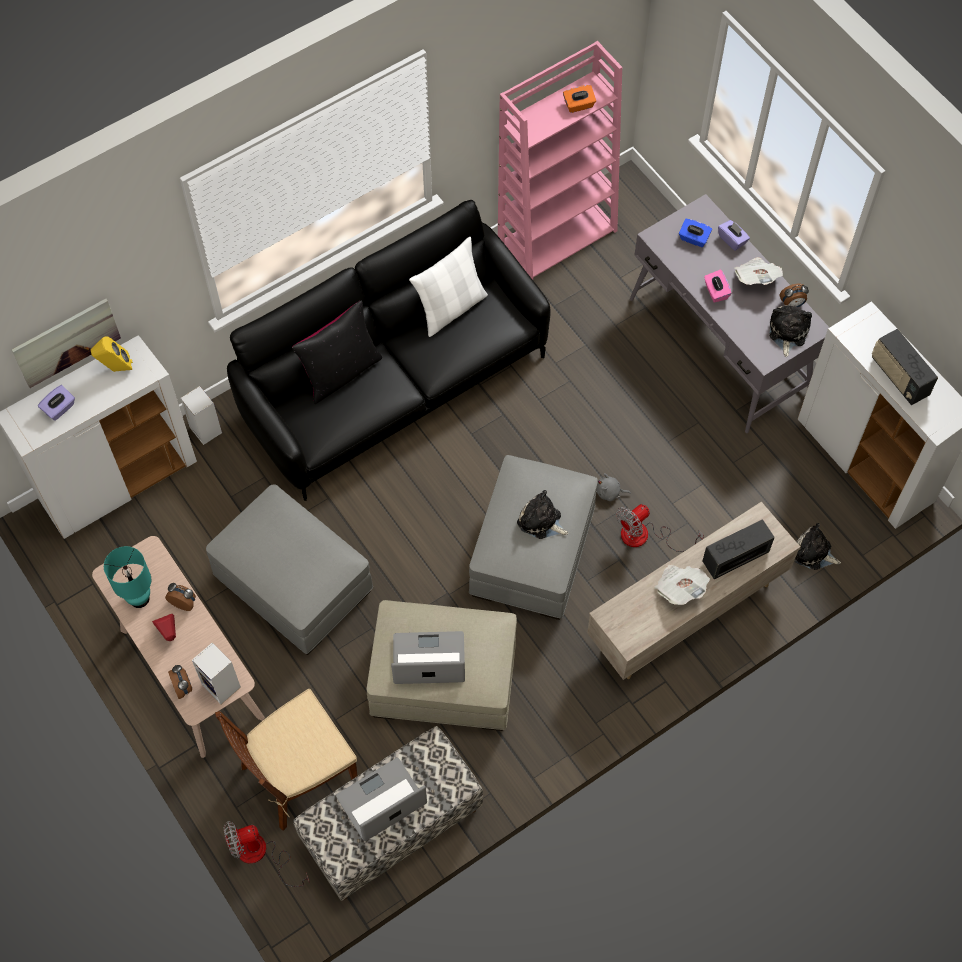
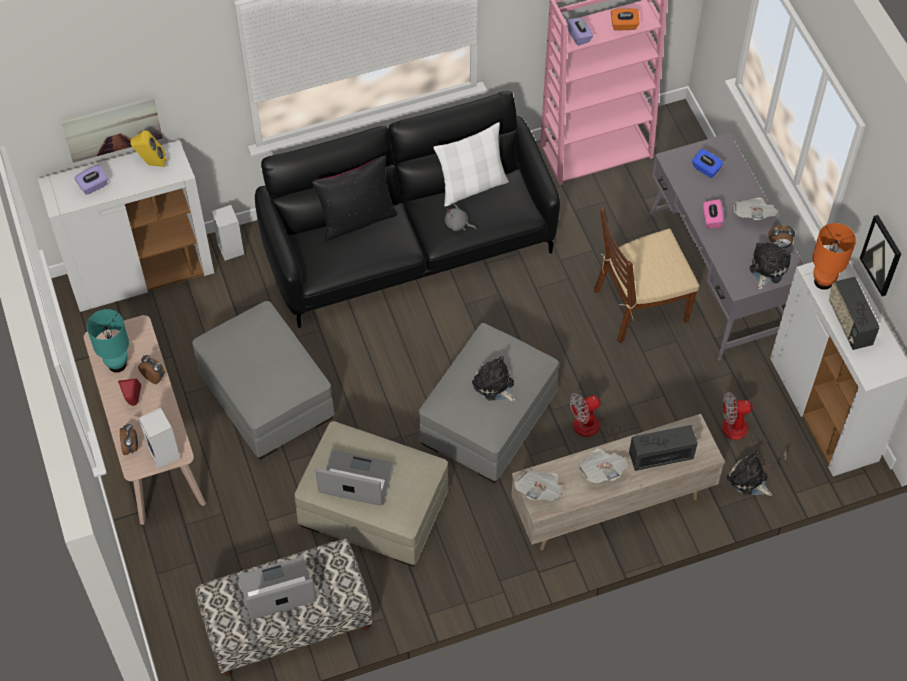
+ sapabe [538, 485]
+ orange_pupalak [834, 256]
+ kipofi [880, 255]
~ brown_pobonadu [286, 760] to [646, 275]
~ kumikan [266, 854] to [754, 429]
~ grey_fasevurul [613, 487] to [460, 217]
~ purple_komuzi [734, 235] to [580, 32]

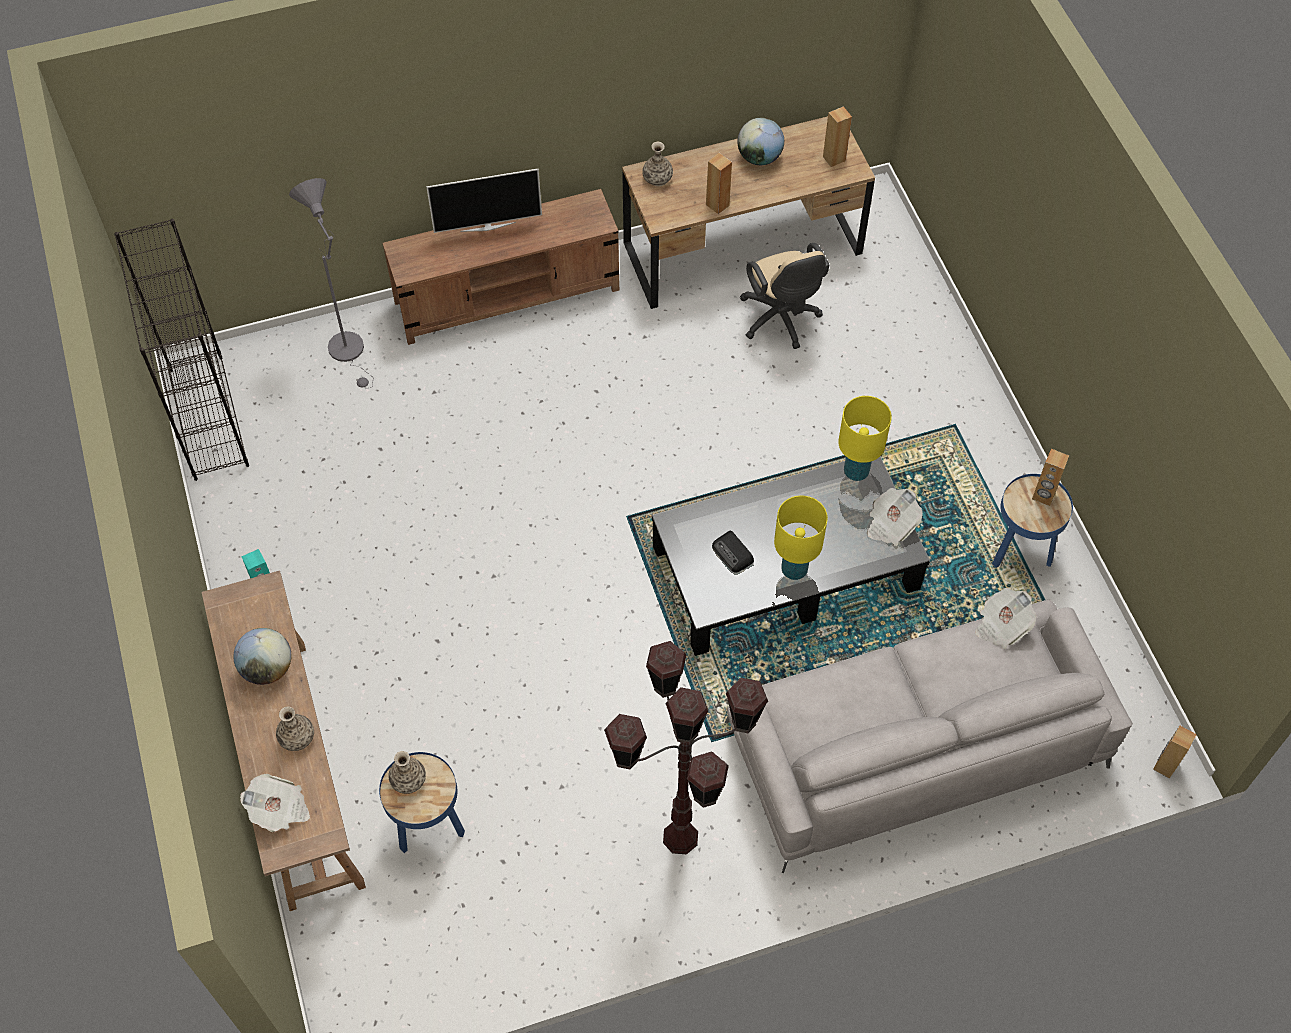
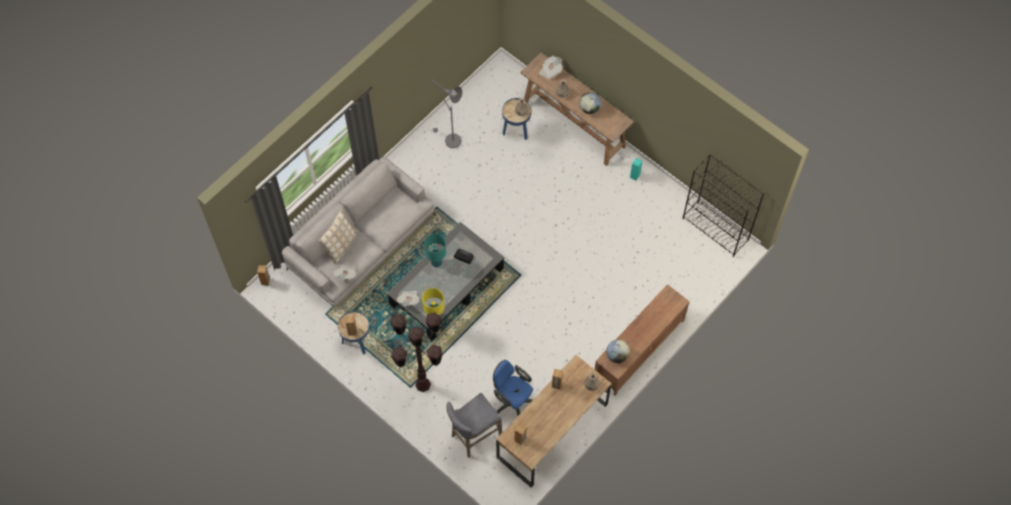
- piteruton [484, 201]
+ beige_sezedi [338, 237]
+ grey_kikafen [474, 425]
~ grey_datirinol [331, 283] to [446, 114]
~ brown_datirinol [686, 747] to [416, 352]
~ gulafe [761, 141] to [618, 351]
~ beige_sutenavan [784, 296] to blue_sutenavan [513, 387]
~ yellow_pupalak [801, 537] to turquoise_pupalak [435, 250]

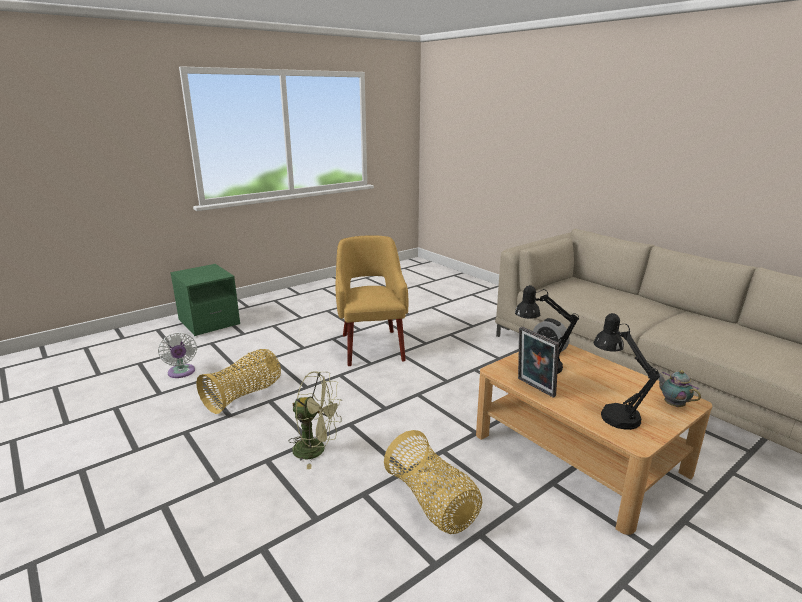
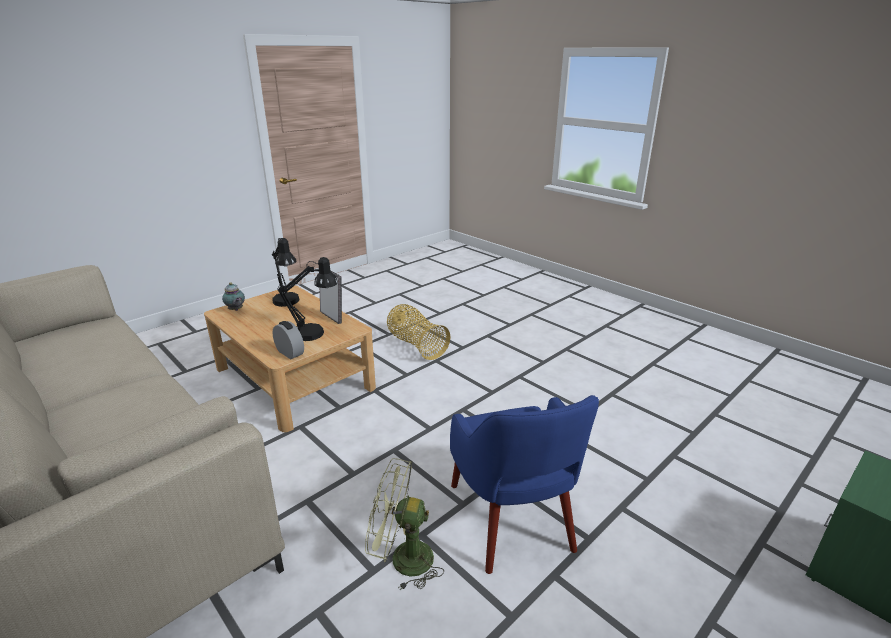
- white_kumikan [177, 355]
- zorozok [238, 381]
~ green_kumikan [315, 420] to [404, 524]
~ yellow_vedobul [372, 300] to blue_vedobul [524, 484]

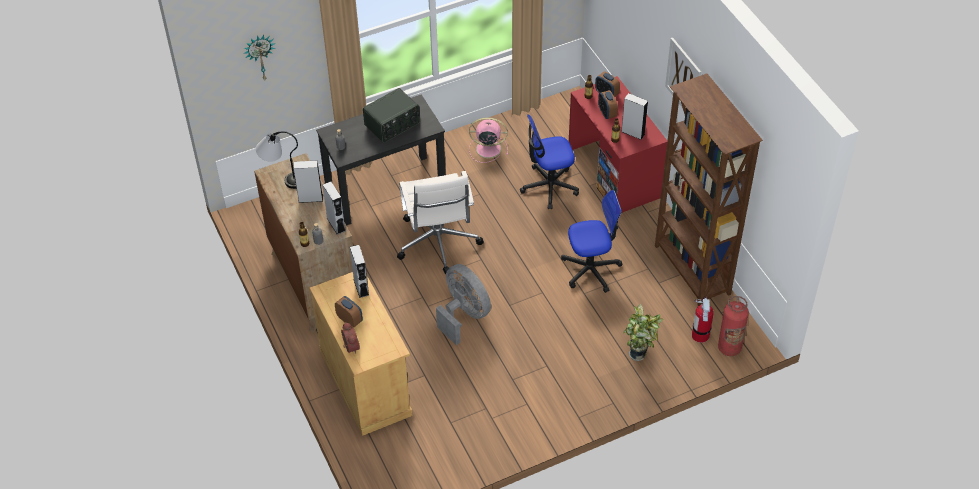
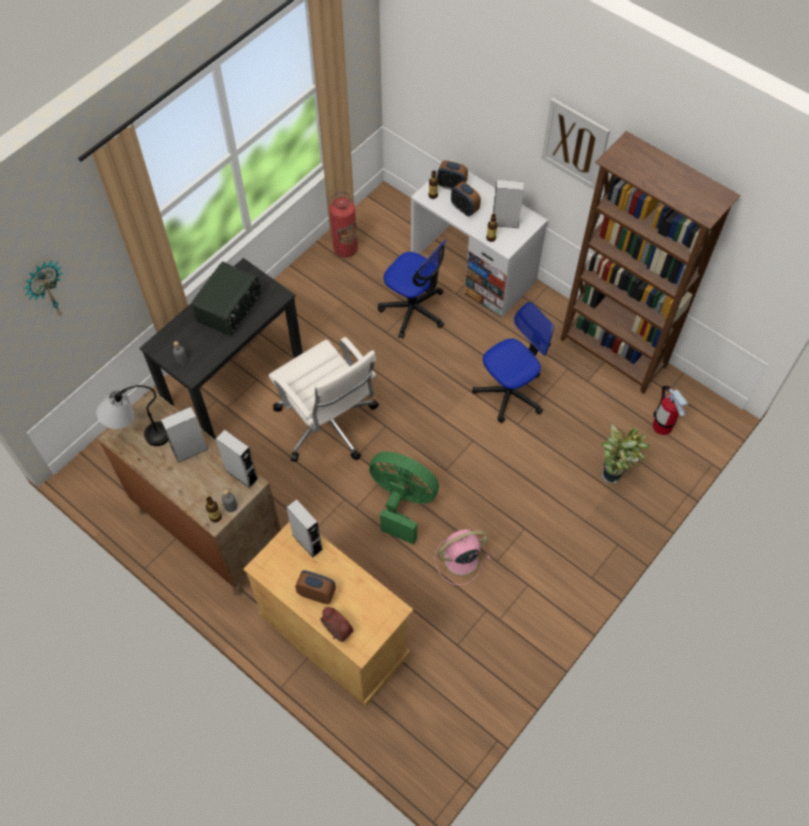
~ pink_kumikan [488, 140] to [462, 557]
~ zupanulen [733, 326] to [343, 224]
~ grey_kumikan [463, 304] to green_kumikan [404, 498]
~ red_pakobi [618, 144] to white_pakobi [479, 239]
~ sutenavan [549, 161] = [412, 289] 105 degrees counterclockwise

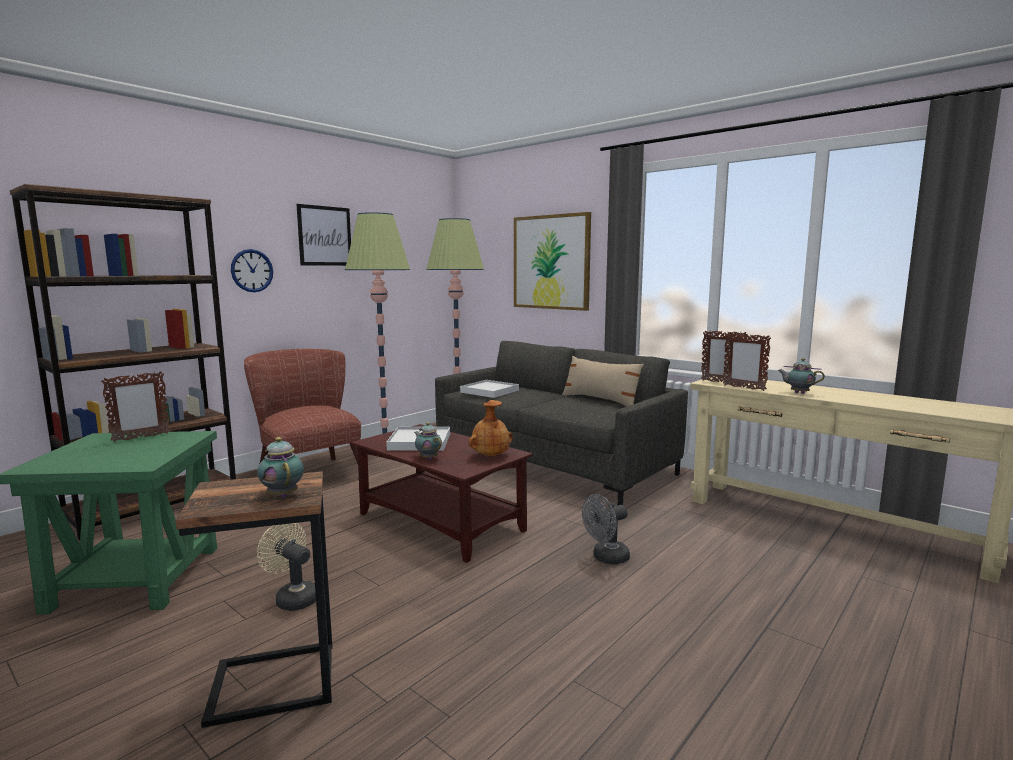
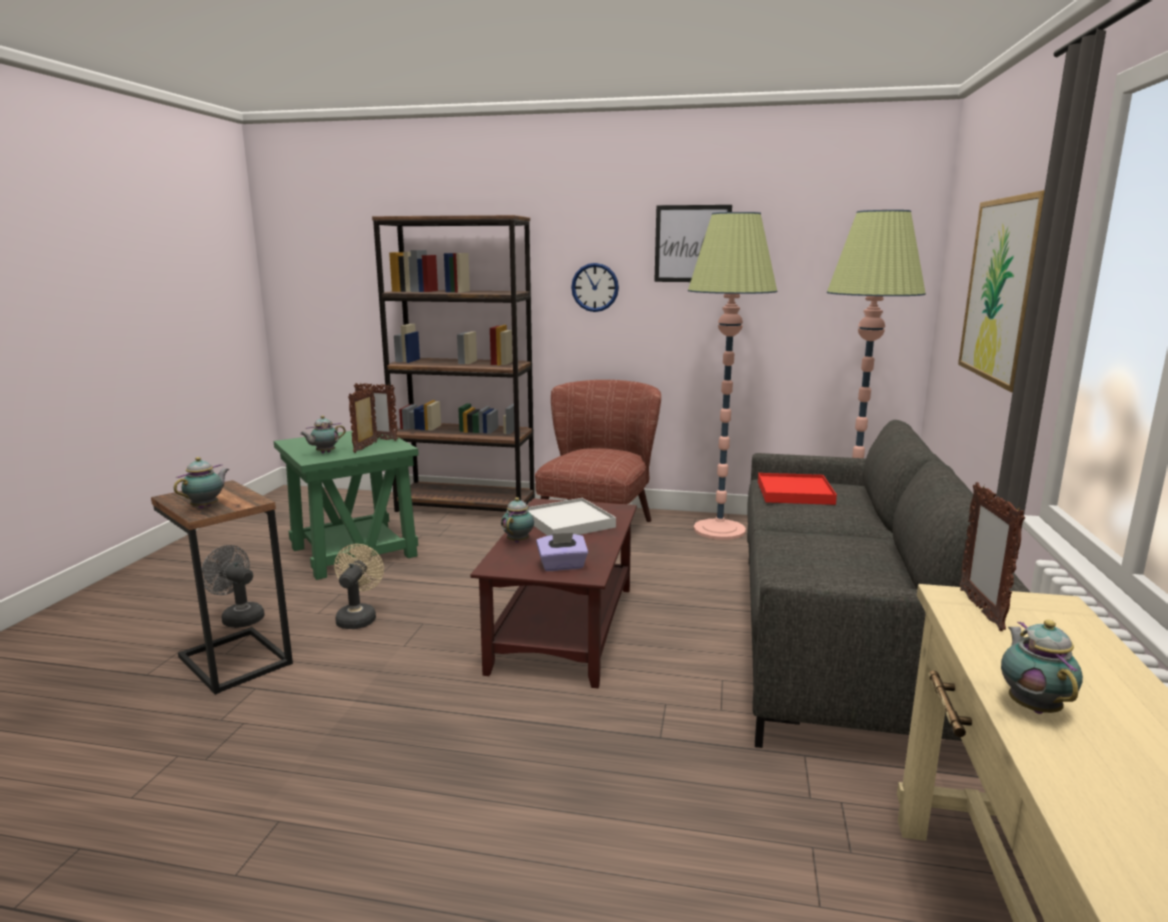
- beige_sezedi [603, 381]
+ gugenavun [323, 434]
~ grey_kumikan [606, 529] to [233, 586]
~ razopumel [747, 362] to [362, 420]
~ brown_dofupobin [491, 428] to purple_komuzi [562, 552]
~ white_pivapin [489, 389] to red_pivapin [797, 489]

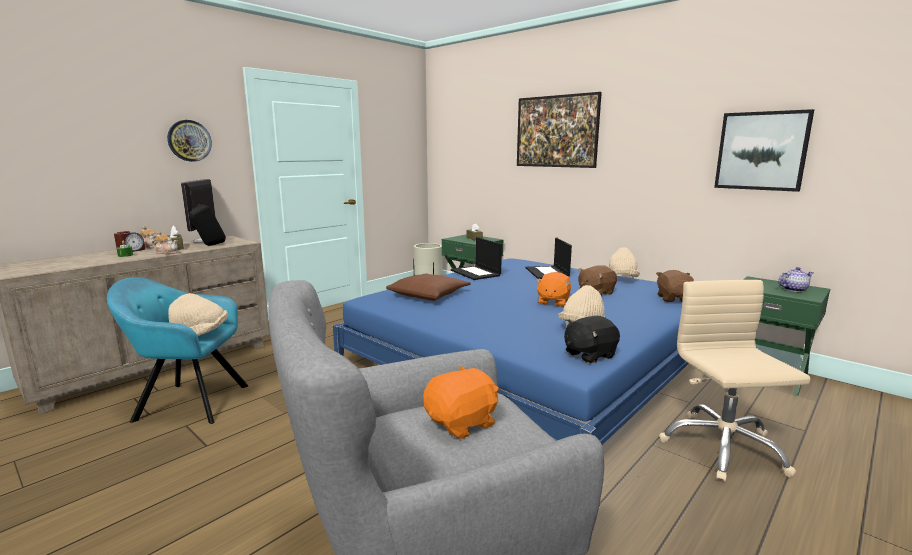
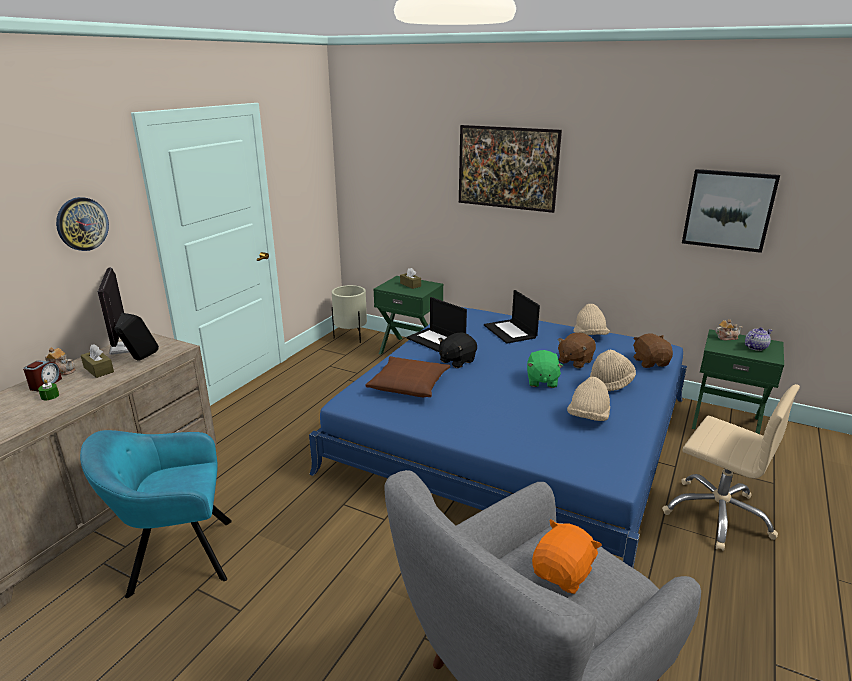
~ gugenavun [165, 242] to [729, 329]
~ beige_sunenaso [198, 314] to [613, 370]
~ black_fasevurul [592, 339] to [457, 350]
~ orange_fasevurul [553, 289] to green_fasevurul [545, 369]
~ beige_sutenavan [735, 381] = [731, 467] 150 degrees clockwise

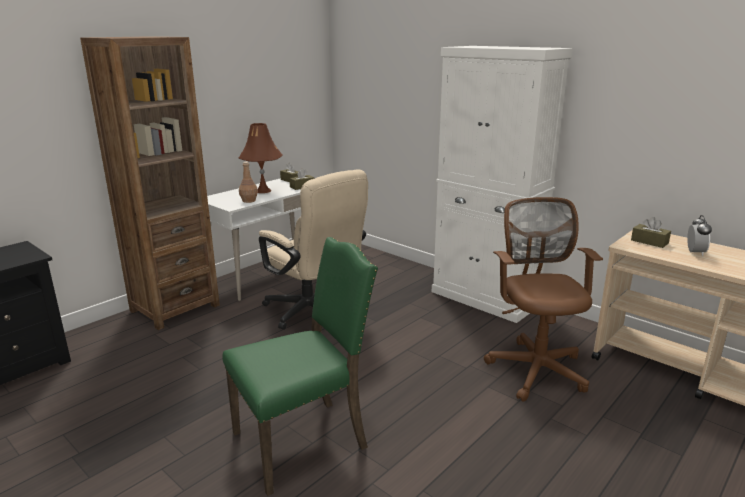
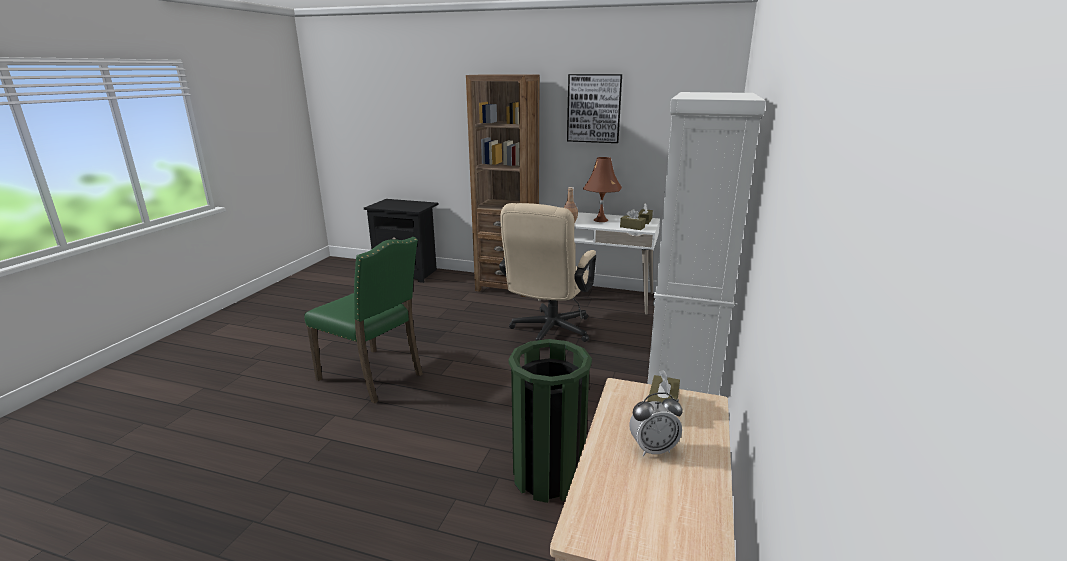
+ kipofi [594, 108]
~ brown_sutenavan [543, 299] to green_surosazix [550, 421]

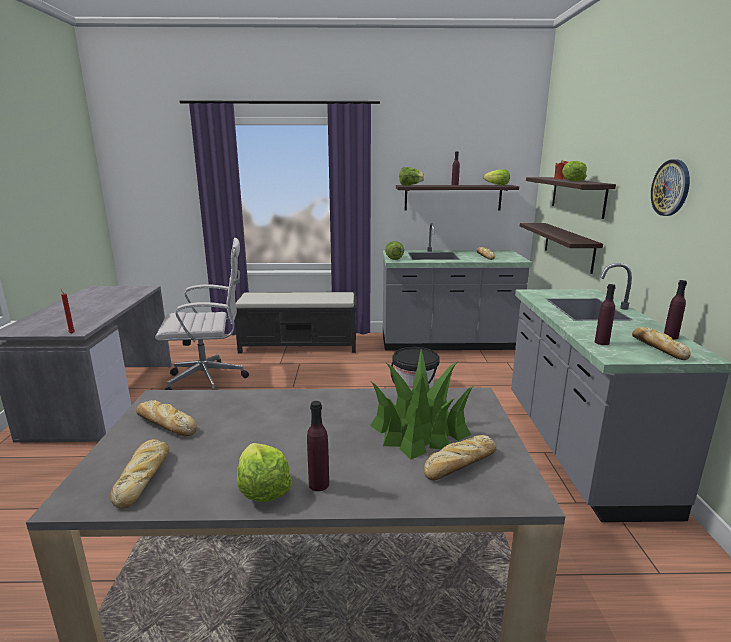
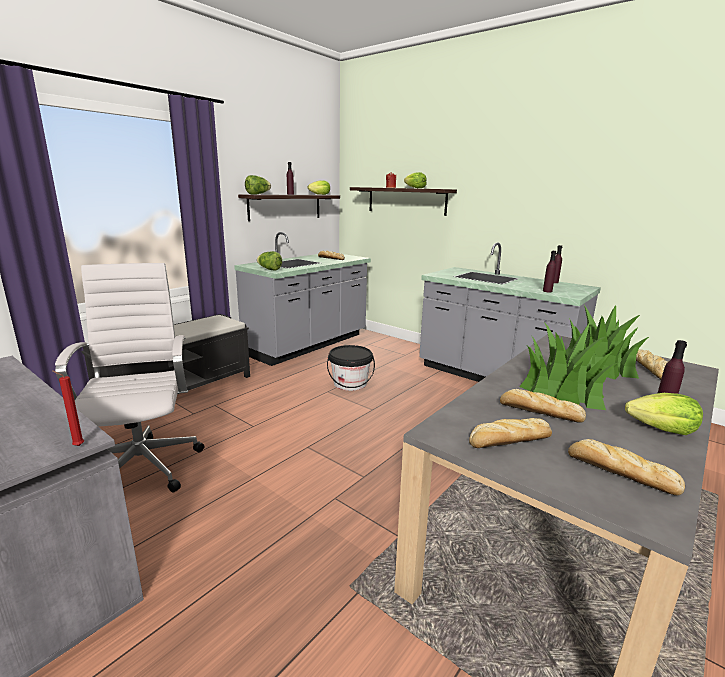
- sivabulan [561, 248]
- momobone [670, 187]
+ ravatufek [568, 366]
~ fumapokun [661, 343] to [543, 406]
~ white_sutenavan [202, 314] = [129, 378] 45 degrees counterclockwise

